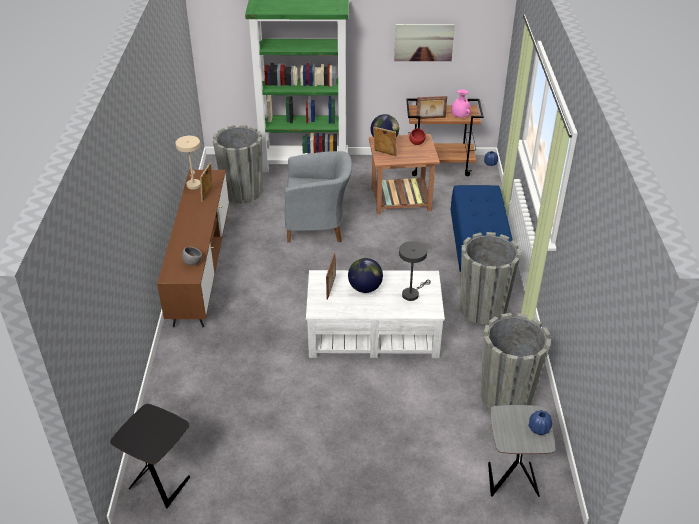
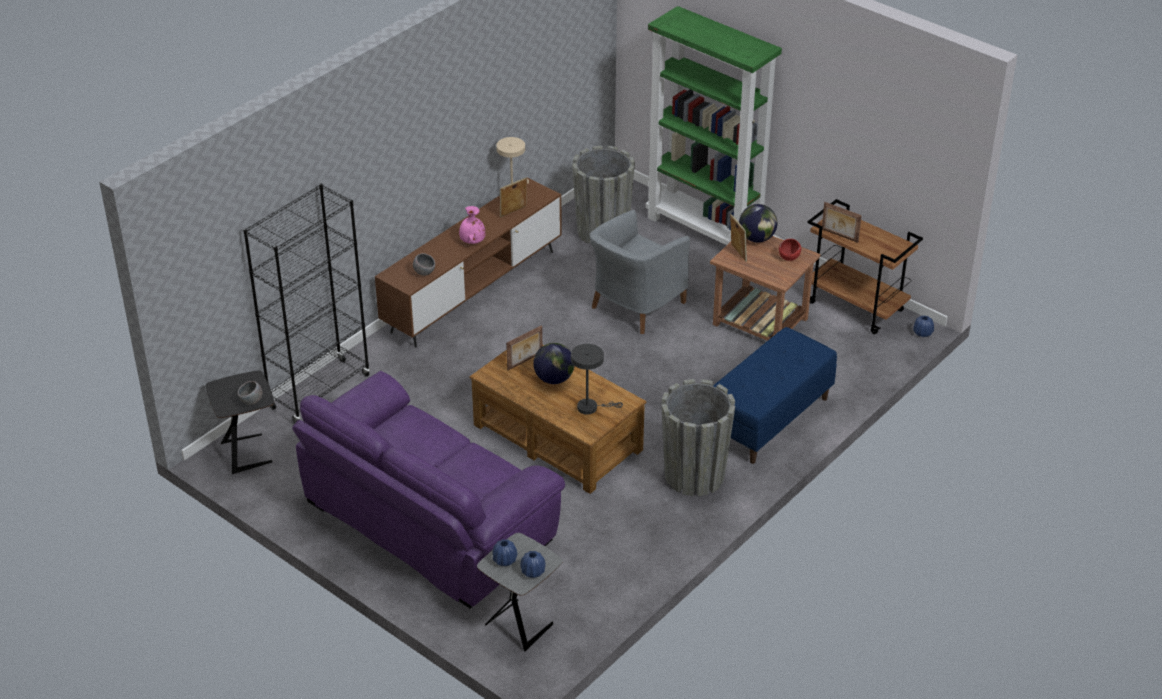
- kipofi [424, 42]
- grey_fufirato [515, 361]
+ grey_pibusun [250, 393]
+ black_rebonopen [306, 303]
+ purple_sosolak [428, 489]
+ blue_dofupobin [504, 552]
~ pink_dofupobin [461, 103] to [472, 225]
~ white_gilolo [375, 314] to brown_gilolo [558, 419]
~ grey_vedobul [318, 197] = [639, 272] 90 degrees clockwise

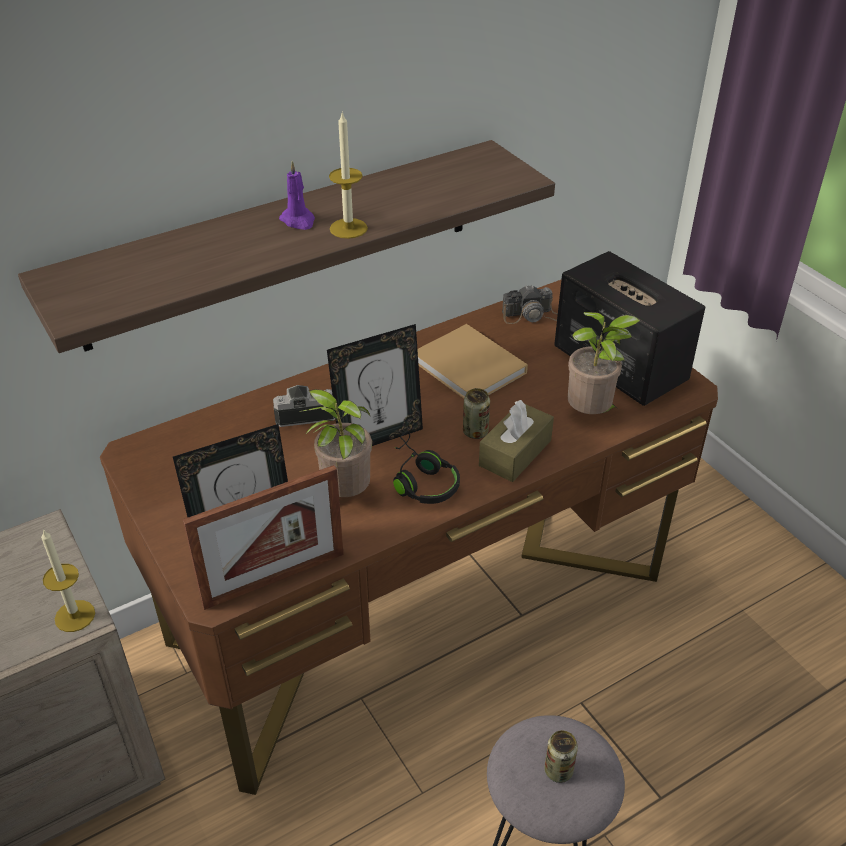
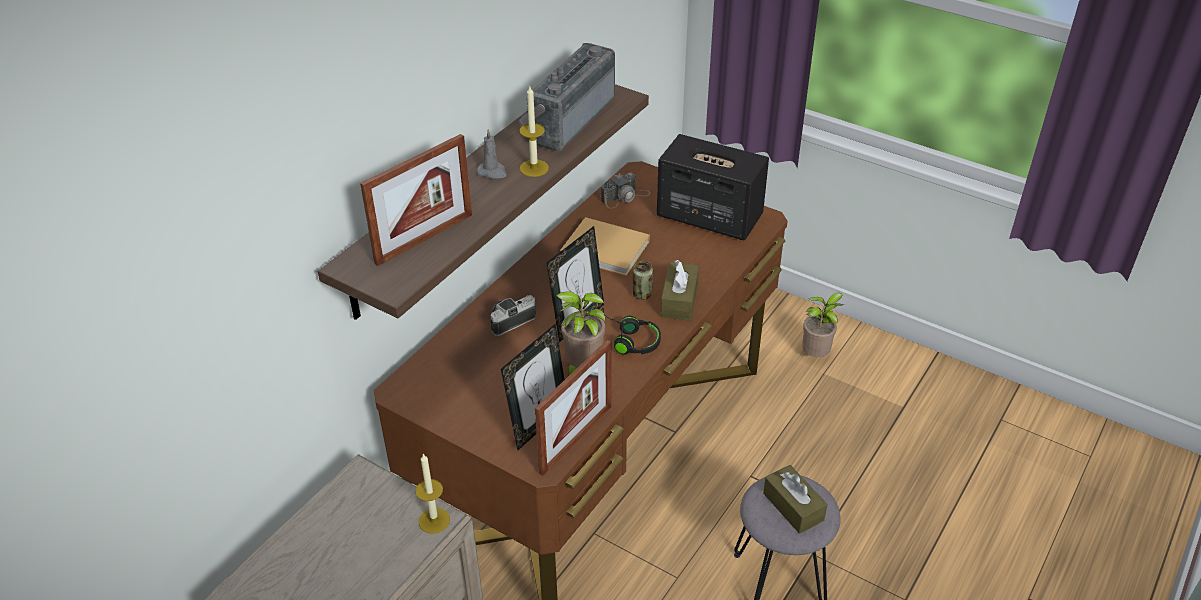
+ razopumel [416, 200]
+ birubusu [566, 97]
~ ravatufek [604, 363] to [823, 325]
~ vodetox [561, 756] to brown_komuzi [795, 499]
~ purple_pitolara [297, 195] to grey_pitolara [492, 154]

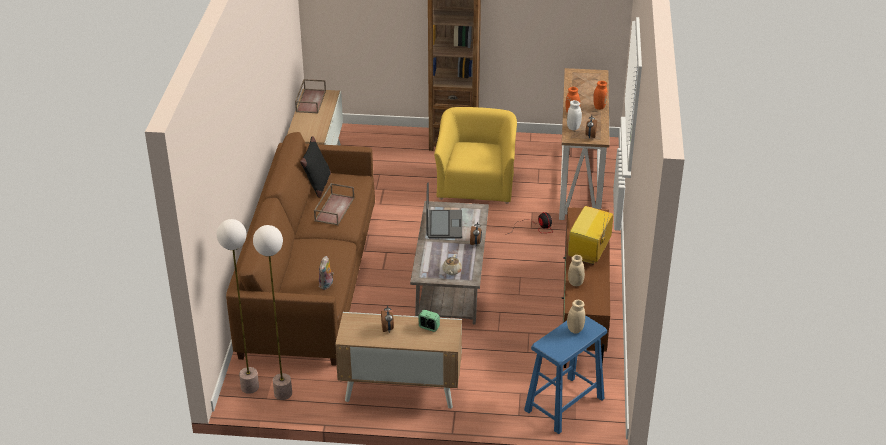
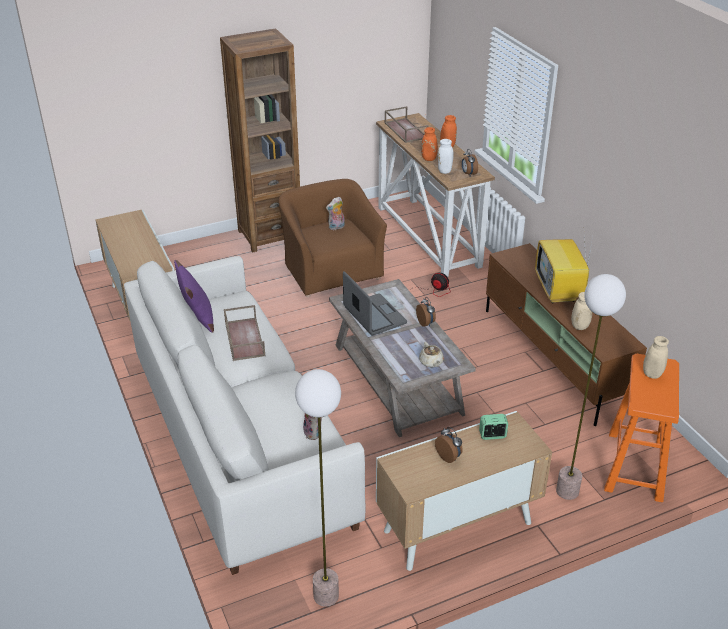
+ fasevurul [335, 213]
~ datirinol [238, 306] to [591, 387]
~ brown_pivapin [310, 96] to [406, 124]
~ brown_sosolak [300, 249] to white_sosolak [244, 415]
~ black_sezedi [315, 167] to purple_sezedi [194, 296]
~ yellow_vedobul [475, 155] to brown_vedobul [333, 238]
~ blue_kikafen [565, 374] to orange_kikafen [641, 428]

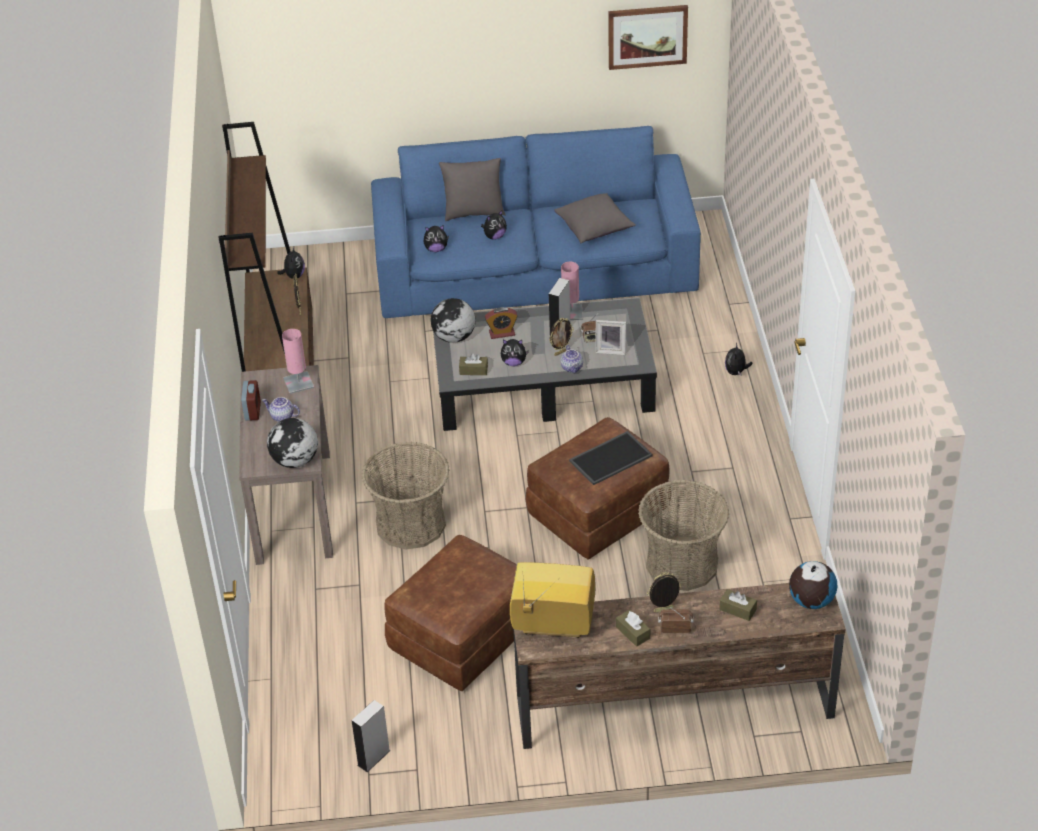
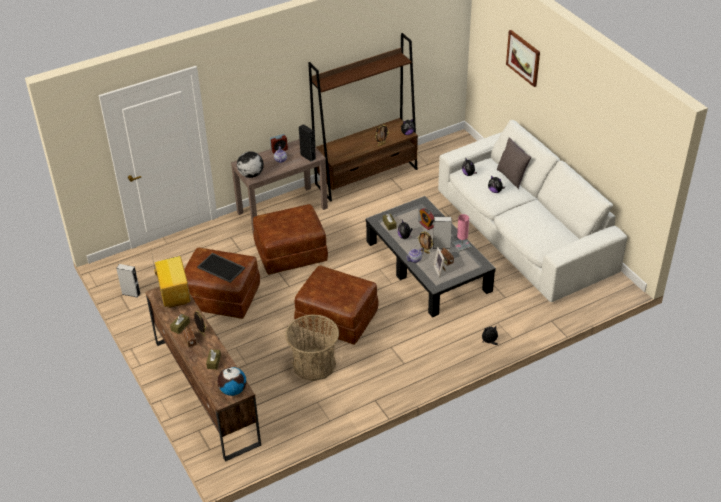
- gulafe [453, 320]
- grey_sezedi [595, 218]
~ pivapin [611, 458] to [221, 268]
~ kipofi [648, 37] to [523, 58]
~ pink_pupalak [298, 361] to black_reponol [307, 143]
~ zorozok [406, 495] to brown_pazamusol [290, 239]
~ blue_sosolak [536, 222] to white_sosolak [532, 211]

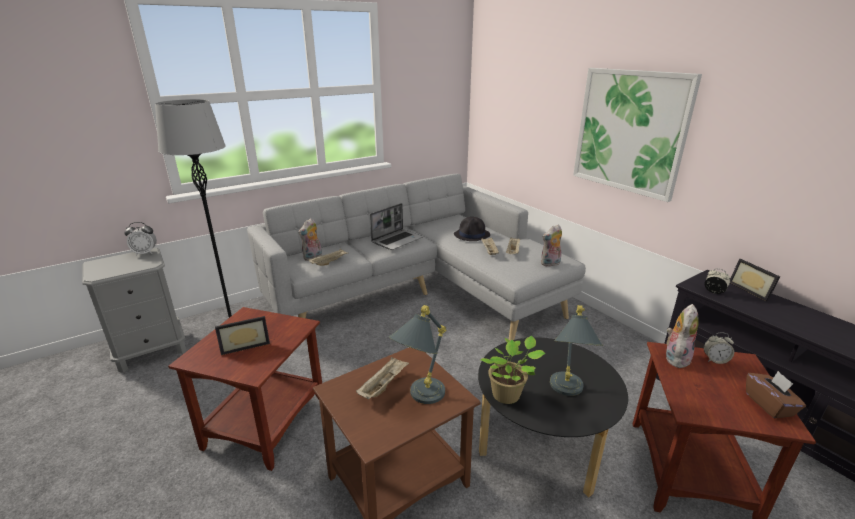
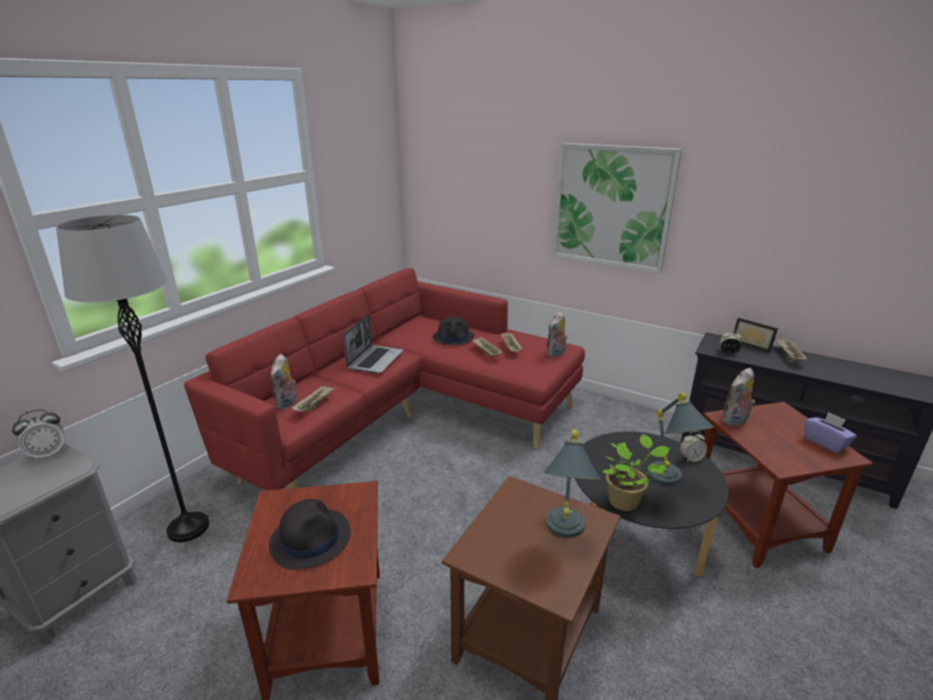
~ beige_pivapin [382, 378] to [792, 349]
~ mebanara [719, 348] to [693, 446]
~ razopumel [242, 335] to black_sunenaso [310, 534]
~ grey_sosolak [416, 257] to red_sosolak [384, 379]
~ brown_komuzi [776, 395] to purple_komuzi [831, 432]
~ fasevurul [682, 336] = [737, 397] 135 degrees counterclockwise

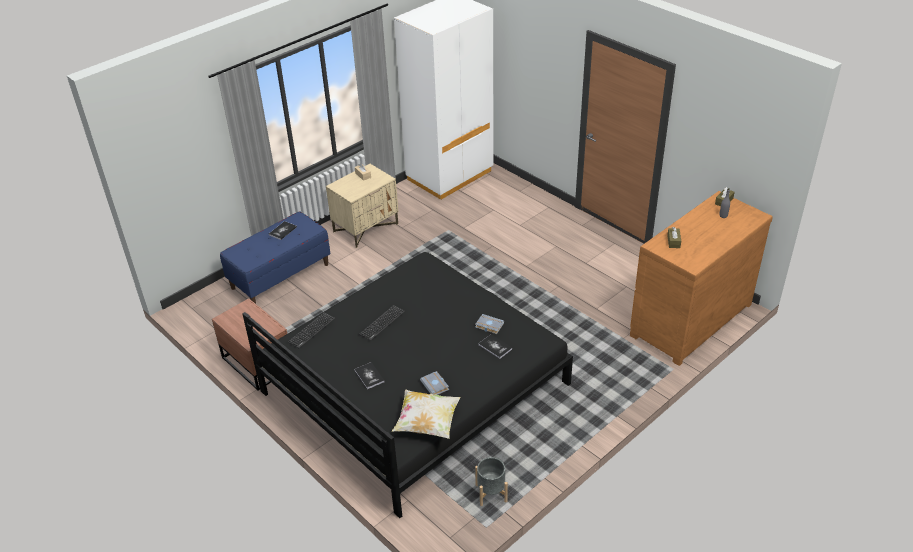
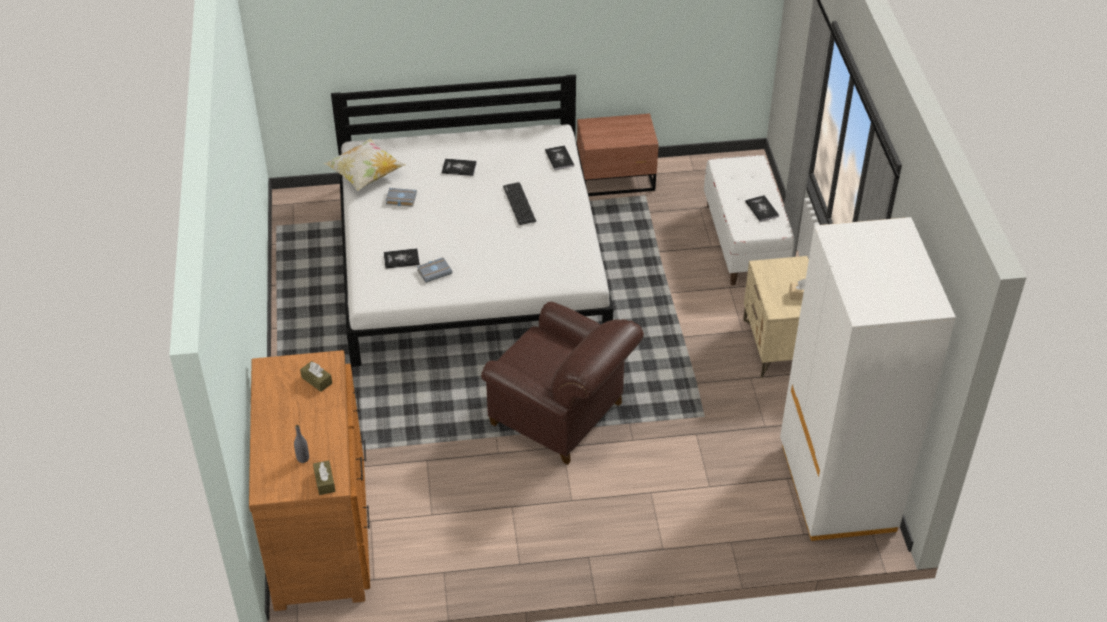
- grey_fufirato [491, 481]
+ brown_vedobul [562, 383]
~ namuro [311, 330] to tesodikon [559, 157]
~ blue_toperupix [275, 258] to white_toperupix [749, 220]
~ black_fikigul [407, 385] to white_fikigul [472, 220]

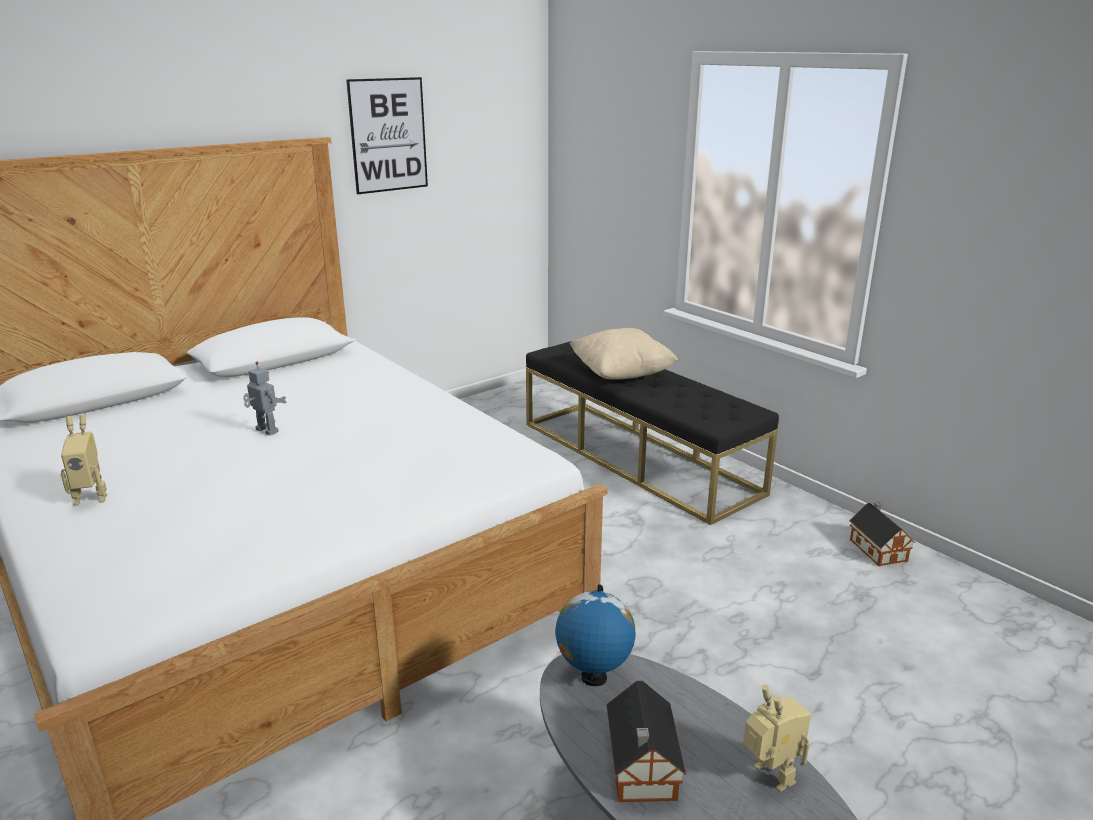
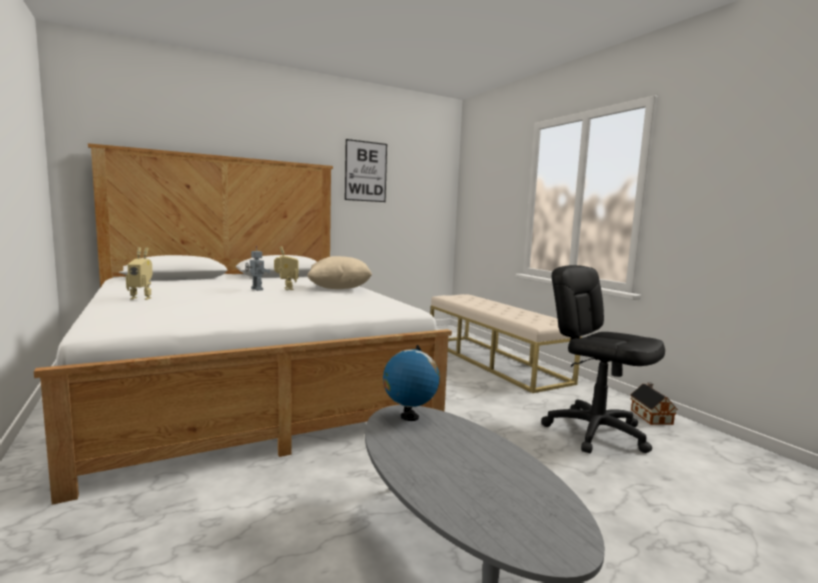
- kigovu [646, 741]
+ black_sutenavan [603, 359]
~ beige_sezedi [624, 354] to [339, 272]
~ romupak [777, 738] to [286, 268]
~ black_toperupix [652, 433] to beige_toperupix [506, 343]

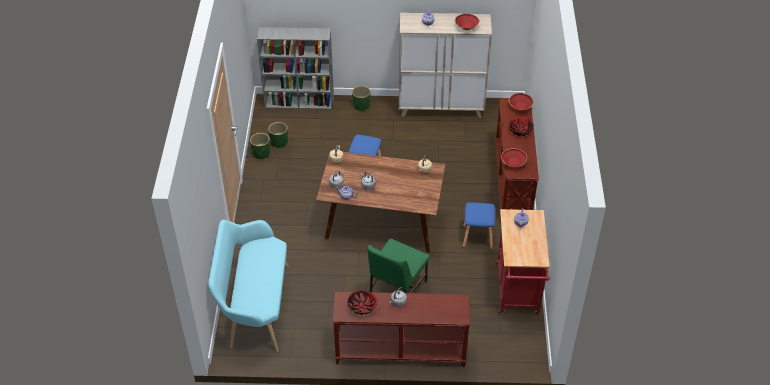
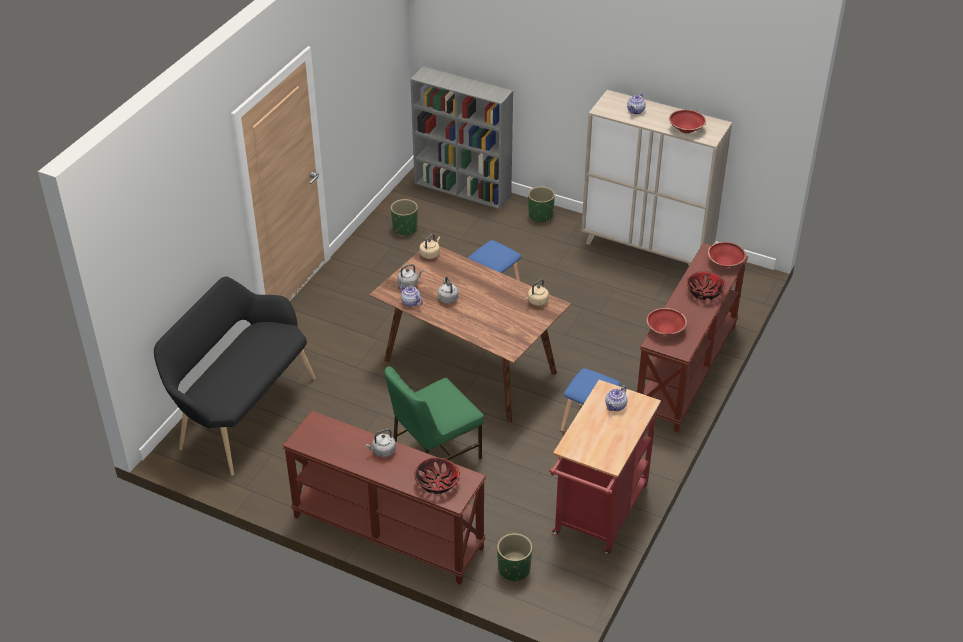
~ green_fufirato [260, 146] to [514, 557]
~ pibusun [362, 302] to [437, 475]
~ turquoise_toperupix [248, 286] to black_toperupix [235, 376]

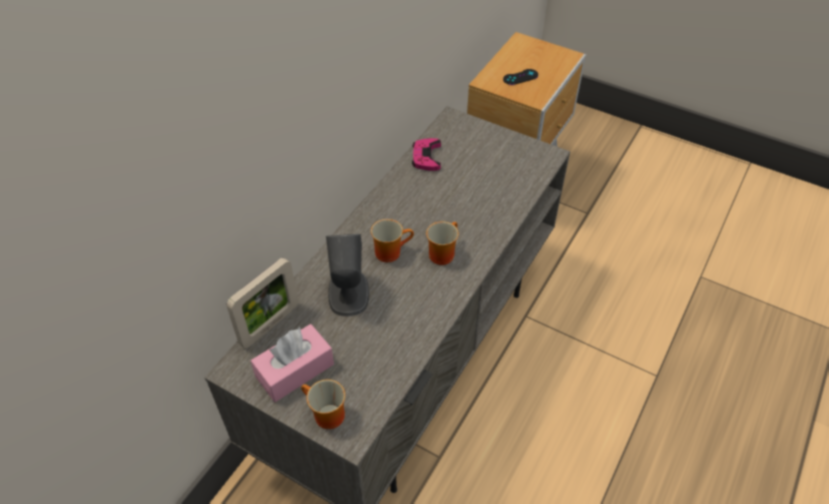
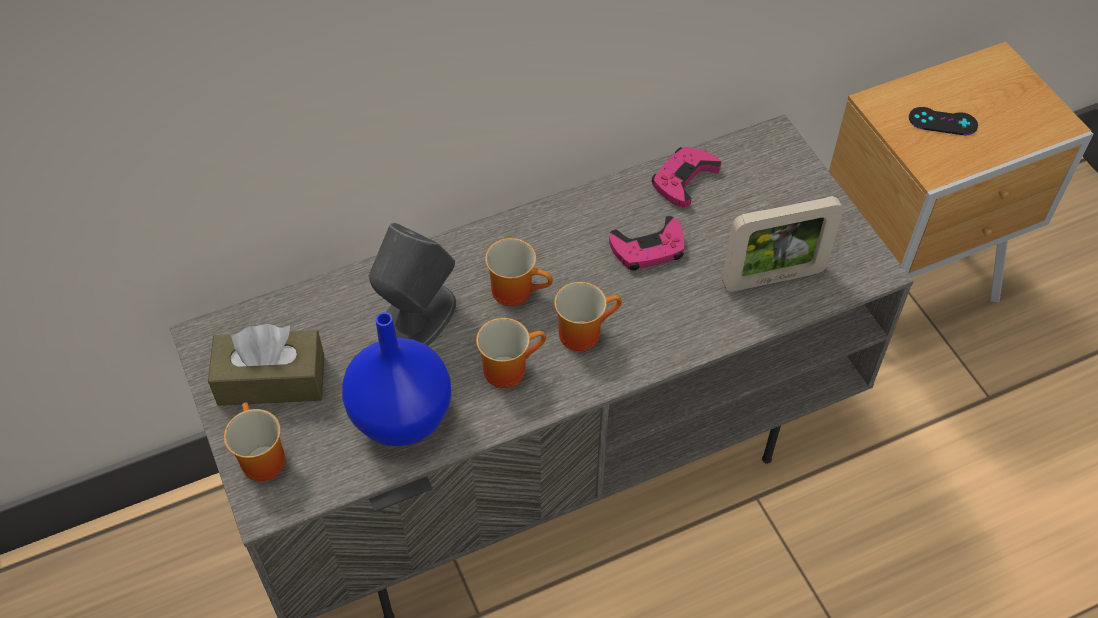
+ blue_dofupobin [396, 379]
+ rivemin [511, 353]
+ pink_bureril [646, 243]
~ razopumel [262, 303] to [782, 244]
~ pink_komuzi [292, 363] to brown_komuzi [266, 365]

